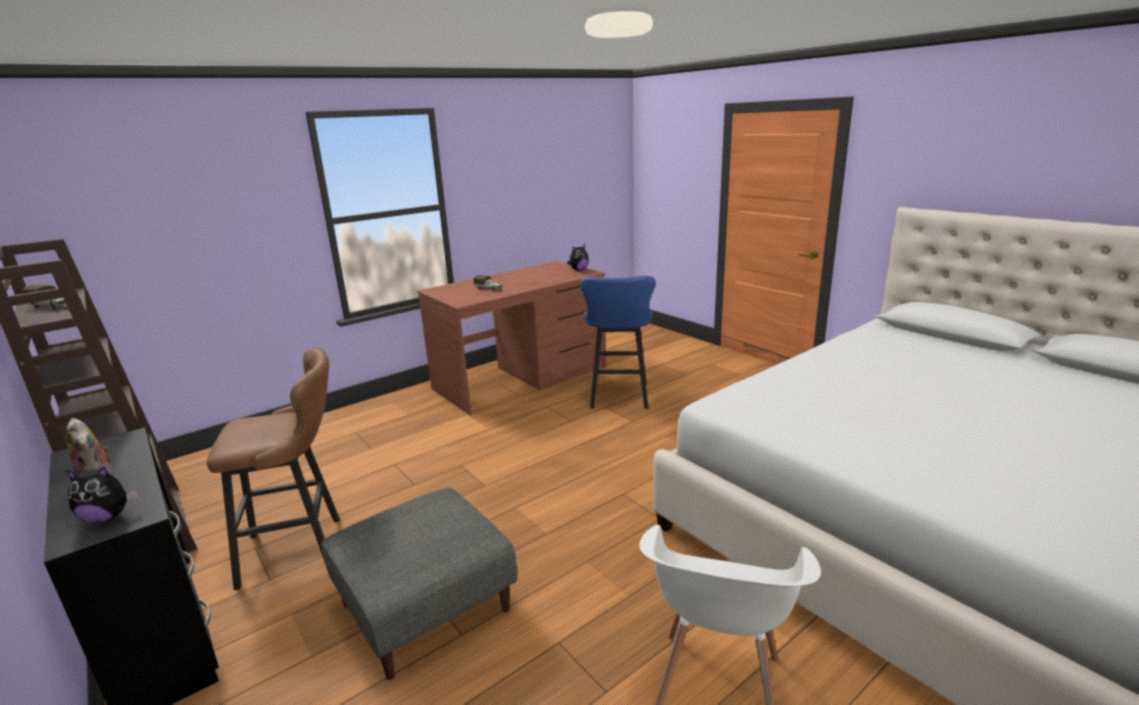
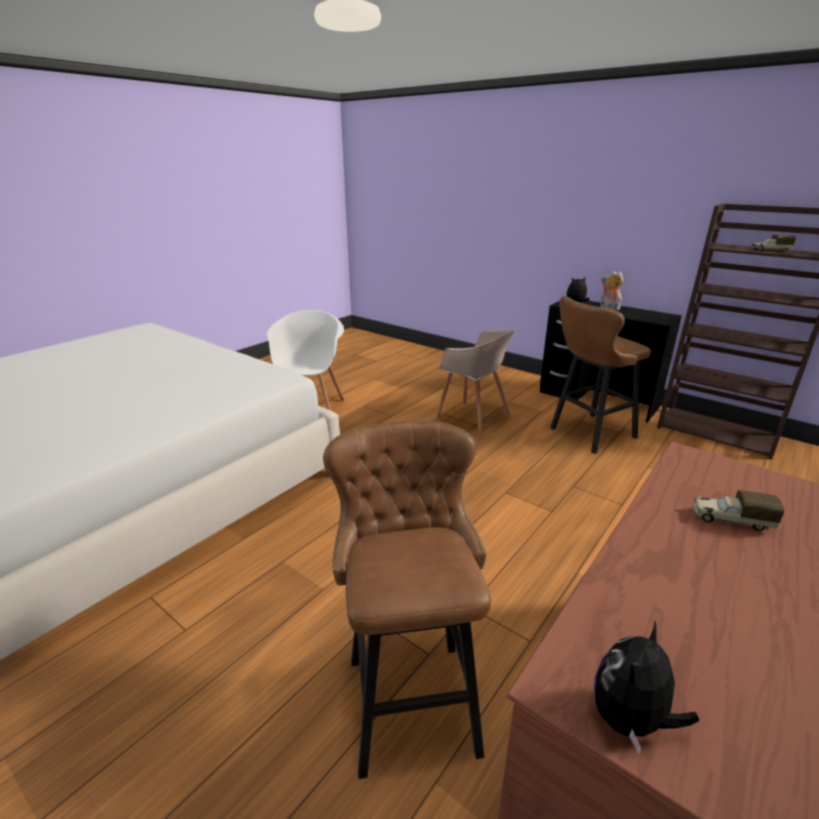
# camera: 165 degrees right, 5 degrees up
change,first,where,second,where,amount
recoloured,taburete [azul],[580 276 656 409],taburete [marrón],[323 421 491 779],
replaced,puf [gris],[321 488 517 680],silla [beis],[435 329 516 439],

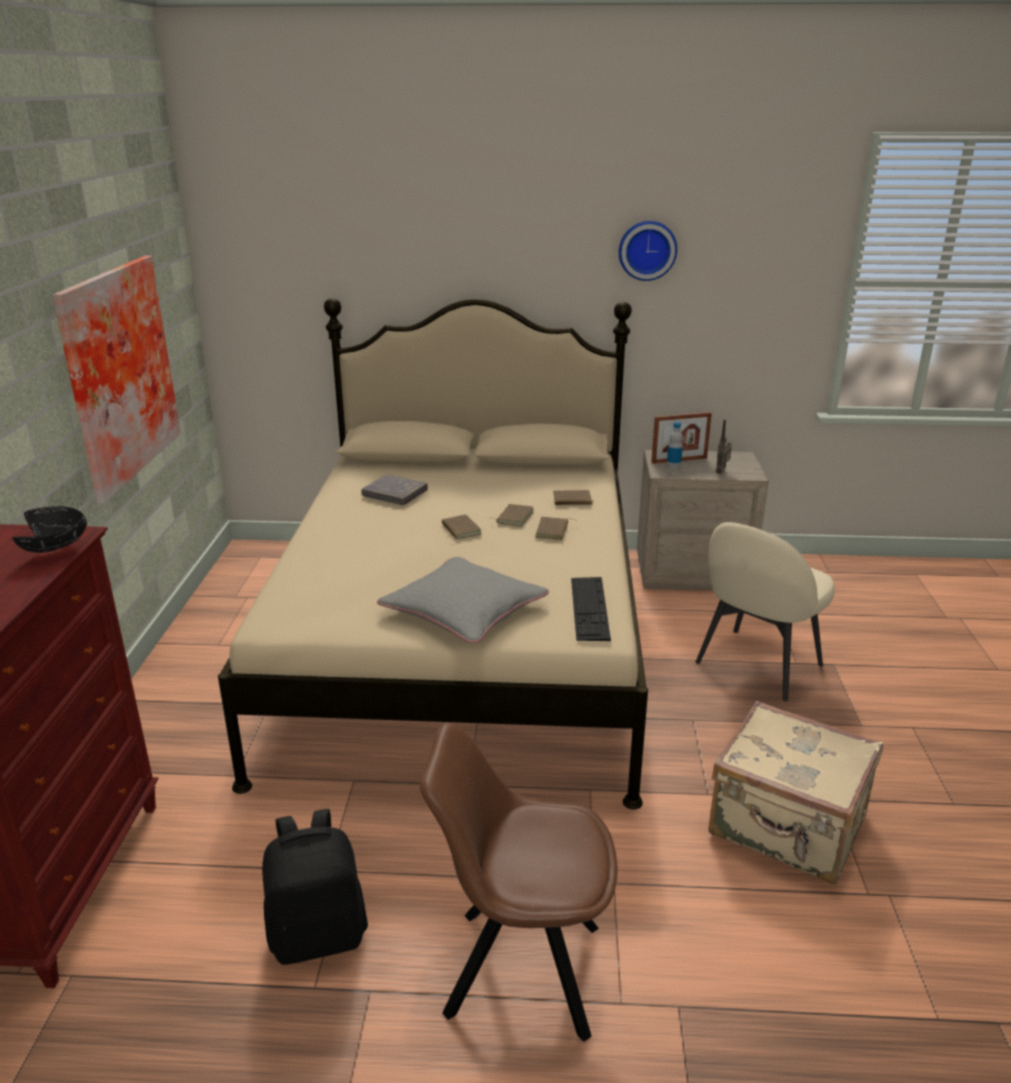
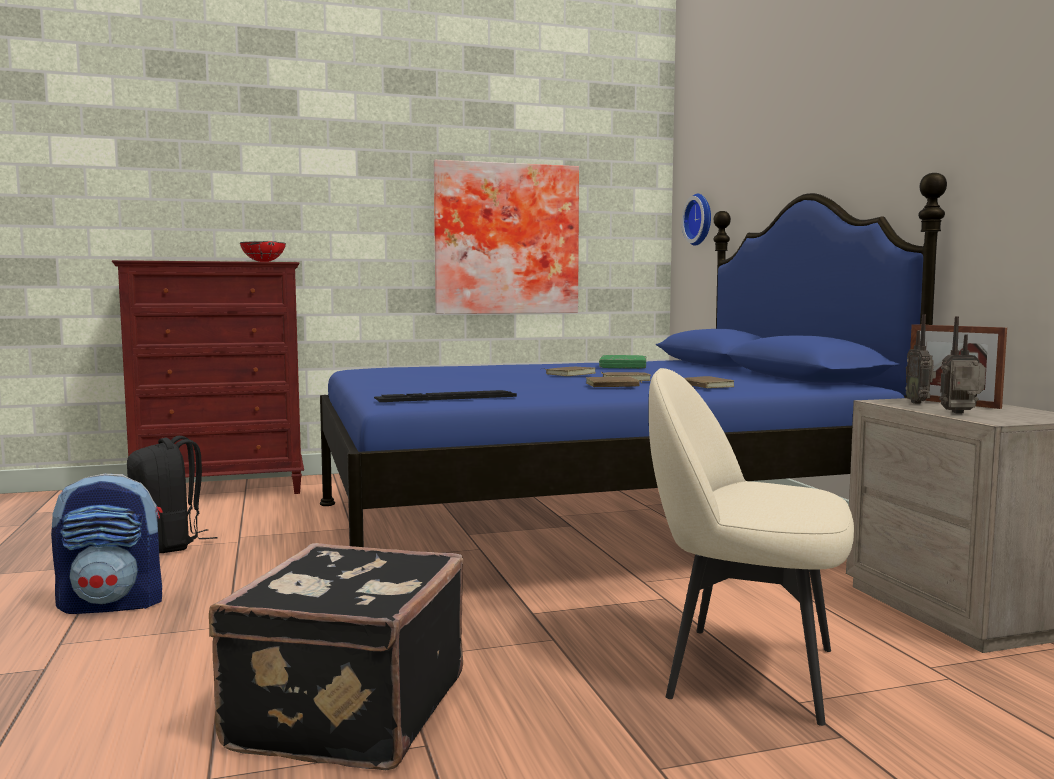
# camera: 70 degrees right, 20 degrees down
change,first,where,second,where,amount
moved,reloj de pared,[619 221 677 281],,[682 194 711 246],
recoloured,cama [beis],[218 298 648 810],cama [azul],[320 173 947 547],
replaced,botella,[667 422 683 470],radio,[905 315 936 404],
recoloured,libro [gris],[361 474 428 505],libro [verde],[599 355 646 369],
recoloured,cuenco [negro],[12 506 87 553],cuenco [rojo],[240 241 286 262],
removed,cojín [gris],[377 557 549 643],,,
recoloured,maleta [beis],[708 701 883 885],maleta [negro],[209 543 463 770],
replaced,silla [marrón],[420 723 617 1042],mochila,[51 474 162 614],

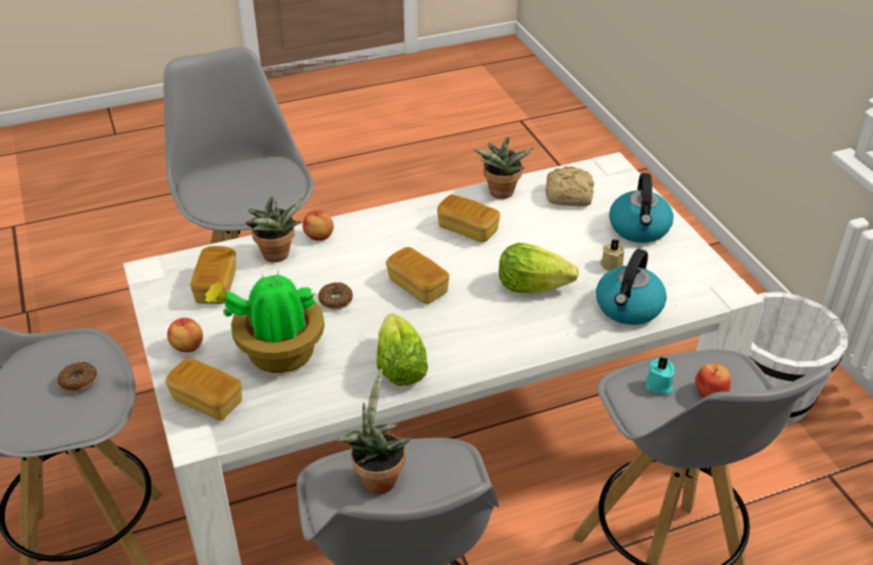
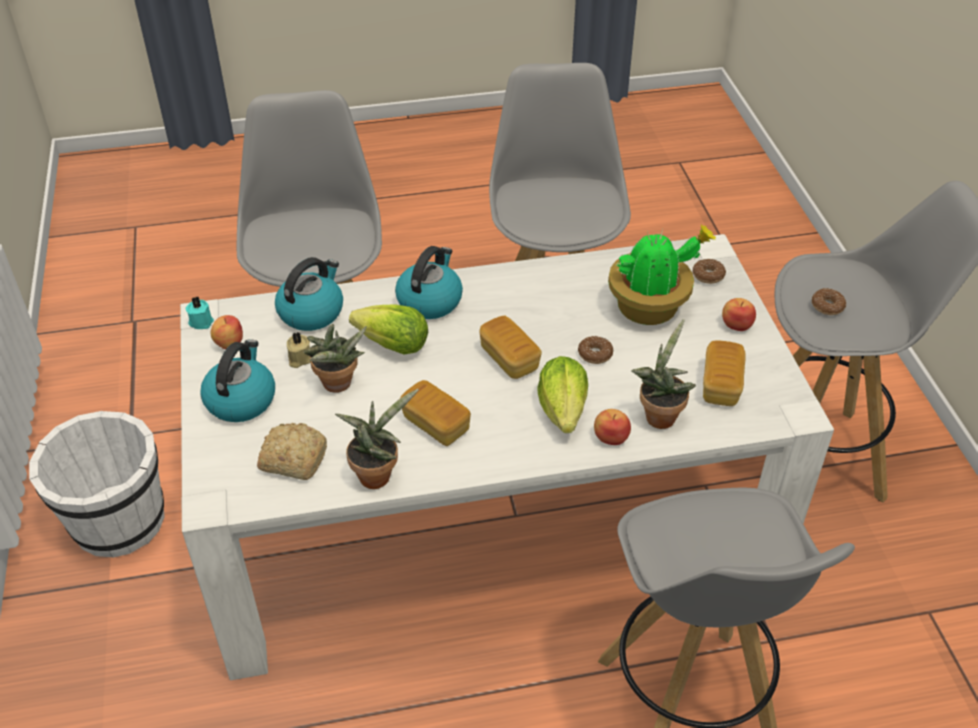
# camera: 170 degrees left, 5 degrees up
change,first,where,second,where,amount
moved,lechuga,[376 314 428 386],,[538 356 588 433],
moved,vela [turquesa],[646 357 674 395],,[185 296 214 329],
replaced,pan,[165 358 242 421],rosquilla,[693 259 726 284],
moved,manzana,[695 363 731 397],,[211 315 243 349],
moved,planta en maceta,[337 368 410 494],,[304 324 367 393],
added,,,hervidor,[395 246 463 319],

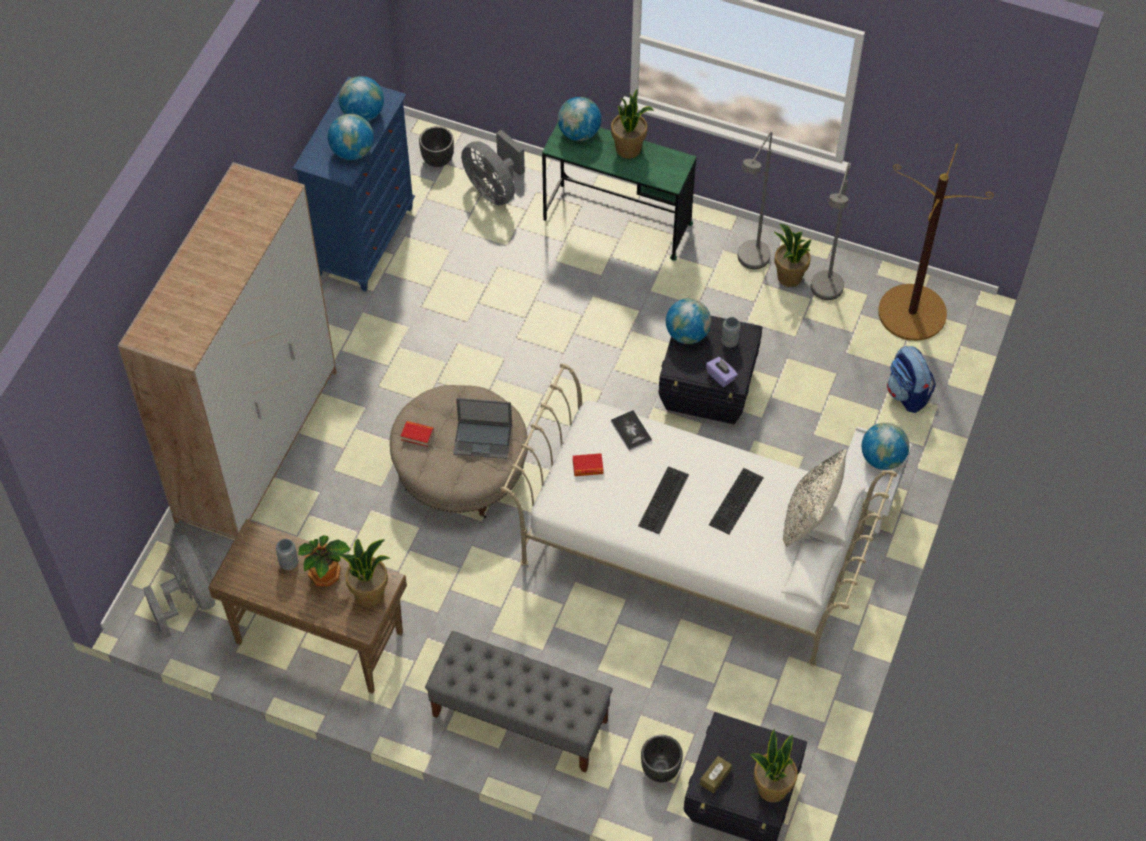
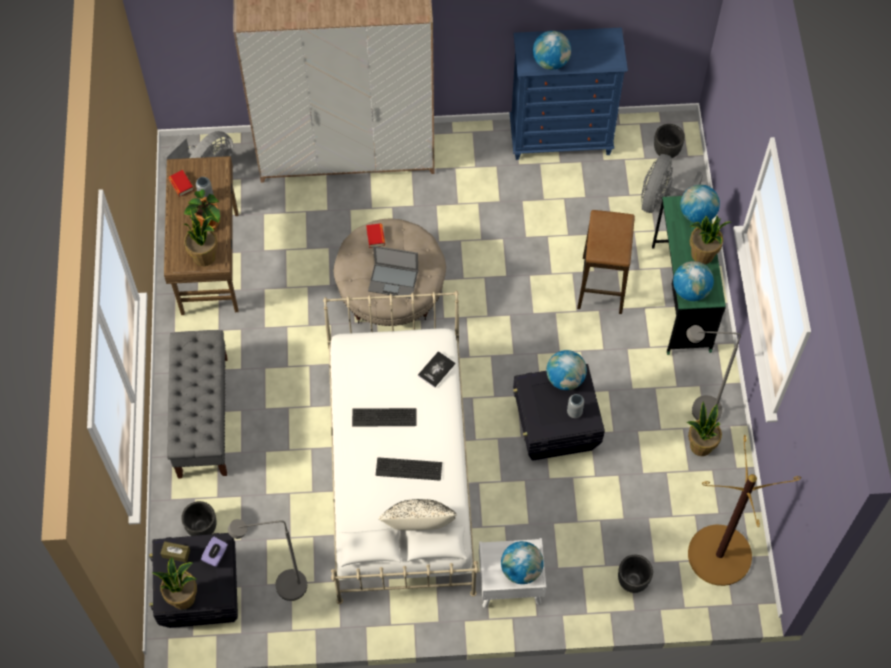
# camera: 65 degrees right, 5 degrees up
change,first,where,second,where,amount
moved,globo terráqueo,[339 76 384 121],,[673 261 714 301],
moved,lámpara de pie [gris],[810 163 850 300],,[228 519 307 601],
replaced,mochila,[887 346 936 413],maceta [negro],[618 555 653 593],
moved,caja de pañuelos [morado],[706 357 738 387],,[201 537 228 567],
turned,portátil,[453 398 512 459],,[368 246 418 299],60 degrees counterclockwise
moved,libro,[573 453 604 476],,[168 170 194 197],
added,,,taburete,[577 210 635 314],

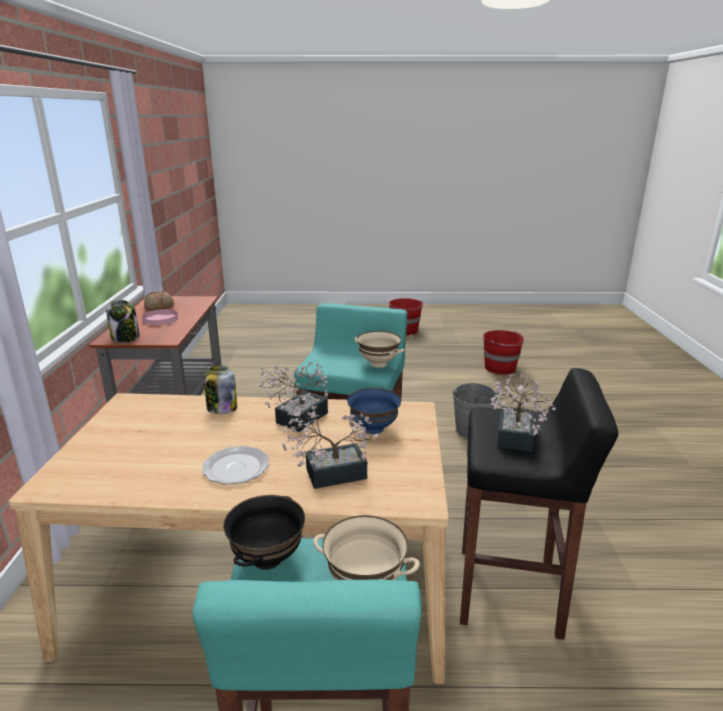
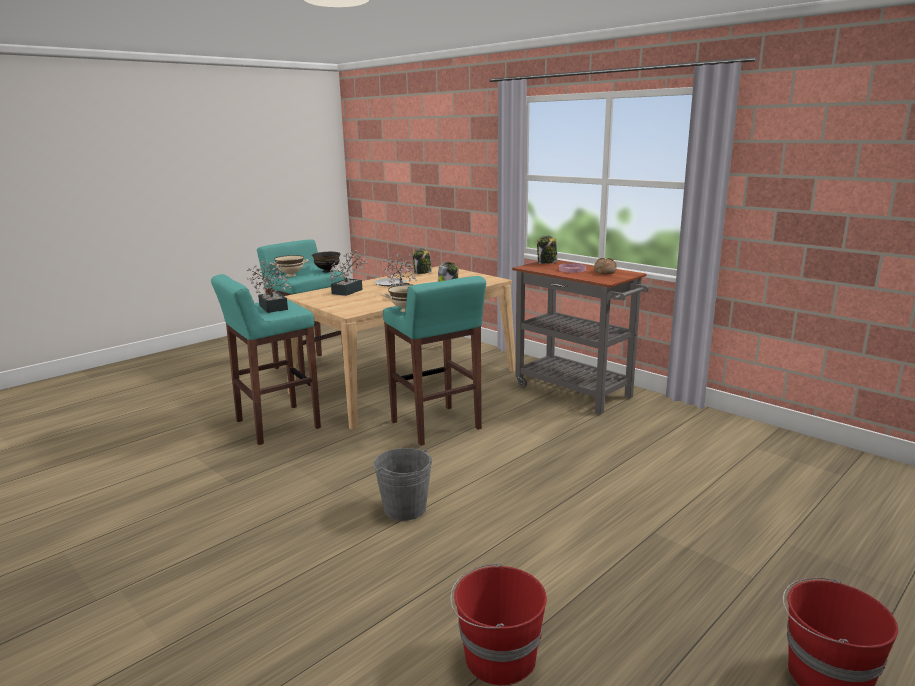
# camera: 135 degrees right, 5 degrees down
change,first,where,second,where,amount
recoloured,taburete [negro],[460 368 619 640],taburete [turquesa],[211 274 321 445],
removed,cuenco [azul],[347 388 401 434],,,
added,,,tarro,[412 248 432 274],

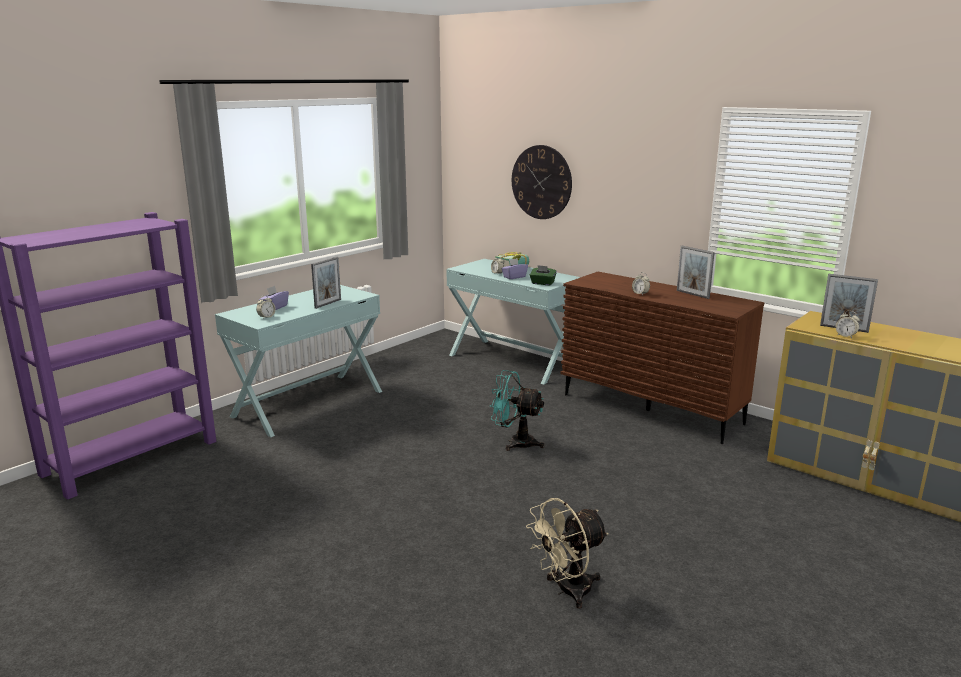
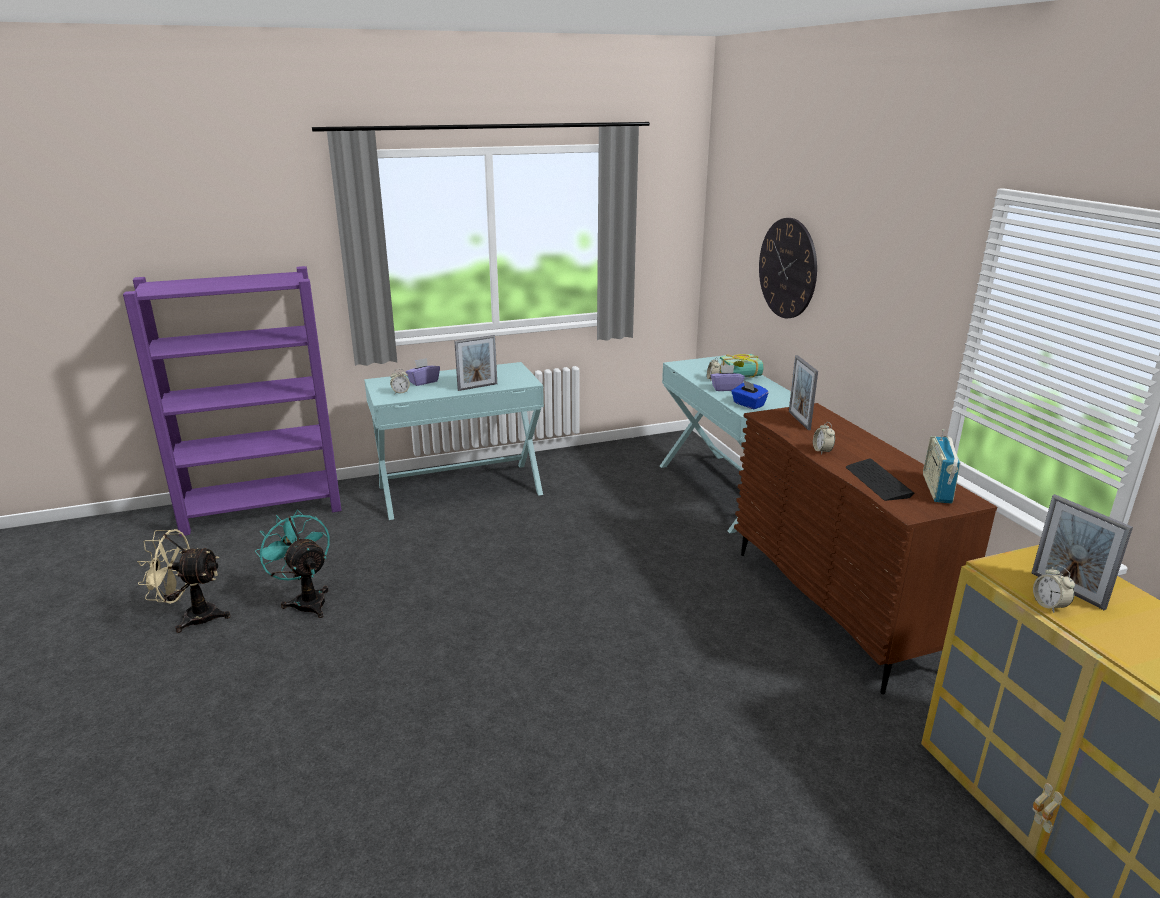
# camera: 30 degrees right, 5 degrees up
change,first,where,second,where,amount
moved,portarretratos,[677 246 715 299],,[789 355 818 430],
recoloured,caja de pañuelos [verde],[530 265 557 285],caja de pañuelos [azul],[731 380 769 409],
moved,ventilador [turquesa],[490 370 544 451],,[255 510 330 618],
moved,ventilador [beis],[526 498 609 609],,[137 529 231 633],
added,,,radio,[923 429 960 504],
added,,,teclado,[846 458 915 501],

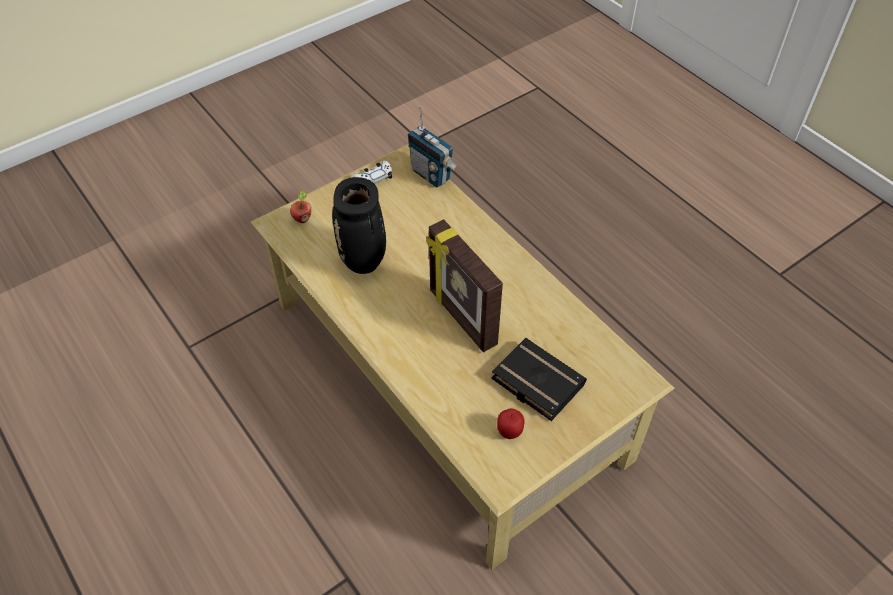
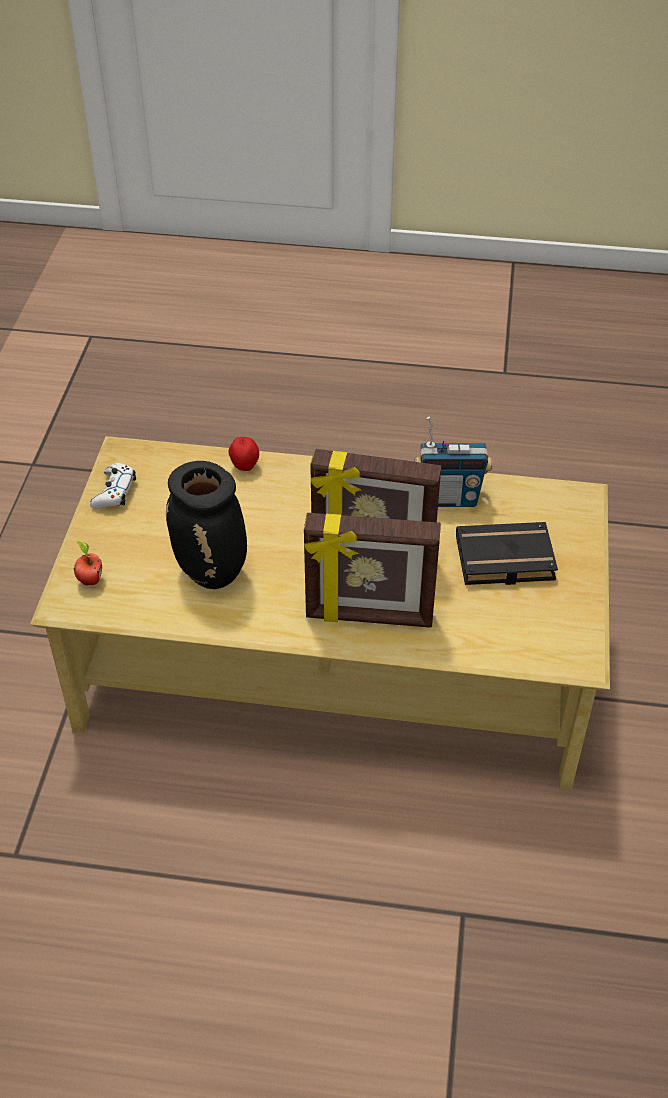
# camera: 45 degrees left, 5 degrees down
change,first,where,second,where,amount
moved,radio,[408 107 457 188],,[414 417 492 507],
moved,manzana,[497 408 524 439],,[228 436 259 471],
added,,,portarretratos,[304 513 441 628],

